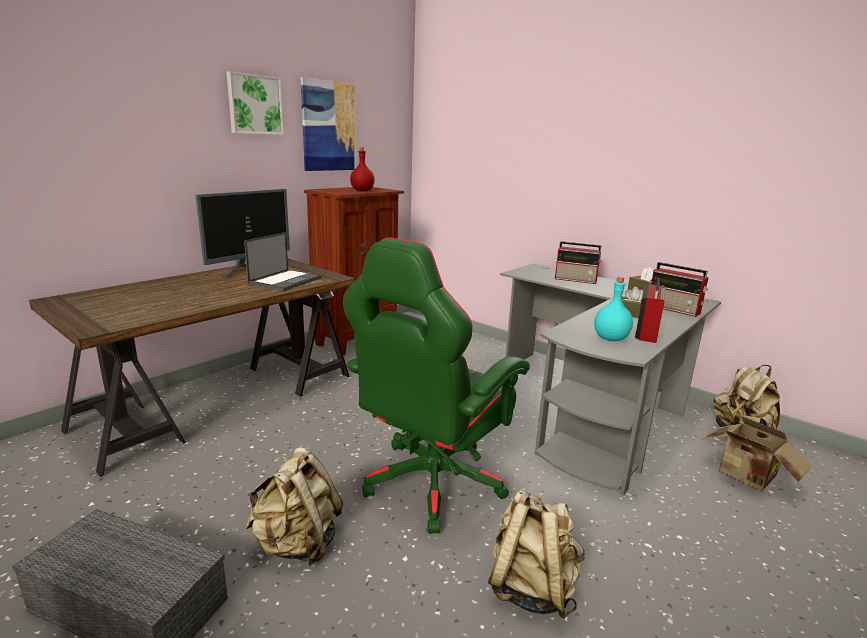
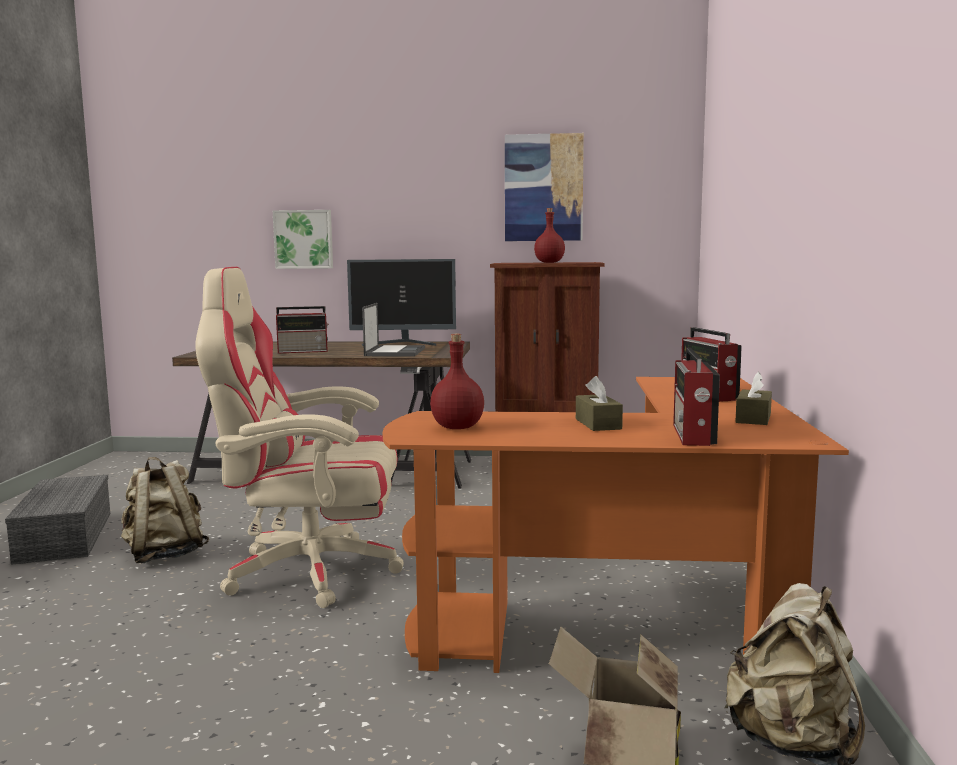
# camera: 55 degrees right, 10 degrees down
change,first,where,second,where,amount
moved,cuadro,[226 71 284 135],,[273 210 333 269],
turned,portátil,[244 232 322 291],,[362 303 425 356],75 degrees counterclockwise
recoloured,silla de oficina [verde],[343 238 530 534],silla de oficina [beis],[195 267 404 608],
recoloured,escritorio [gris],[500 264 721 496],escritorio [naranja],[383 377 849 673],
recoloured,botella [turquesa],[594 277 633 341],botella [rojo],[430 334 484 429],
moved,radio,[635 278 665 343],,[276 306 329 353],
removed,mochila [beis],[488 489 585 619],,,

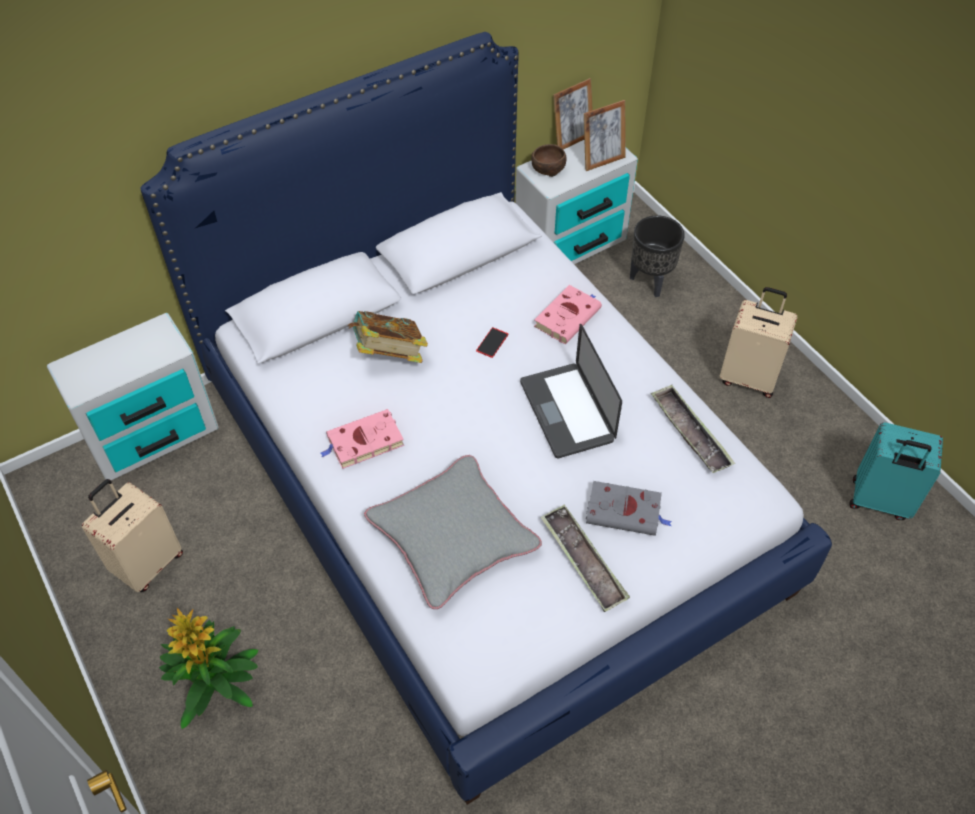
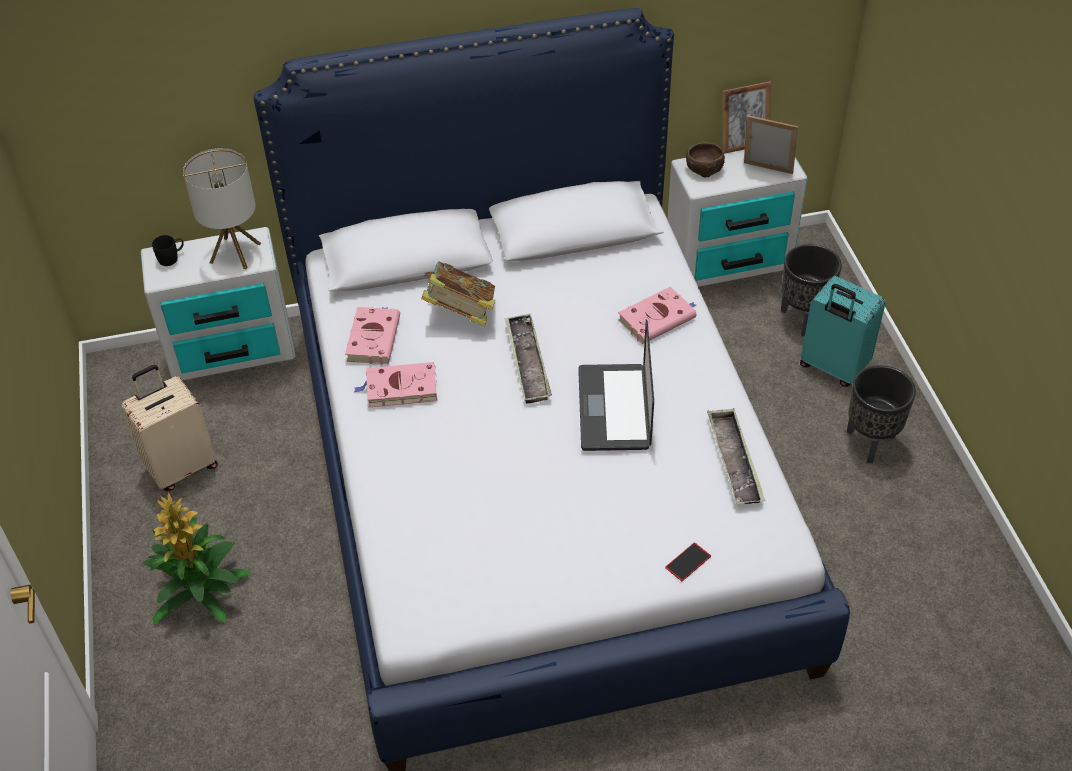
# camera: 20 degrees right, 5 degrees down
change,first,where,second,where,amount
turned,portarretratos,[584 100 625 171],,[744 115 798 174],150 degrees counterclockwise
replaced,maleta [beis],[720 287 797 398],maceta [negro],[847 365 916 464],
moved,móvil,[476 327 508 358],,[665 542 711 581],
moved,maleta [turquesa],[849 422 943 520],,[800 276 886 387],
removed,cojín [gris],[364 455 542 609],,,
removed,libro [gris],[586 481 672 536],,,
moved,bandeja,[540 505 630 612],,[505 314 552 404],
added,,,lámpara de mesa,[183 148 261 269],
added,,,taza grande [negro],[152 235 184 266],
added,,,libro [rosa],[345 307 400 365],

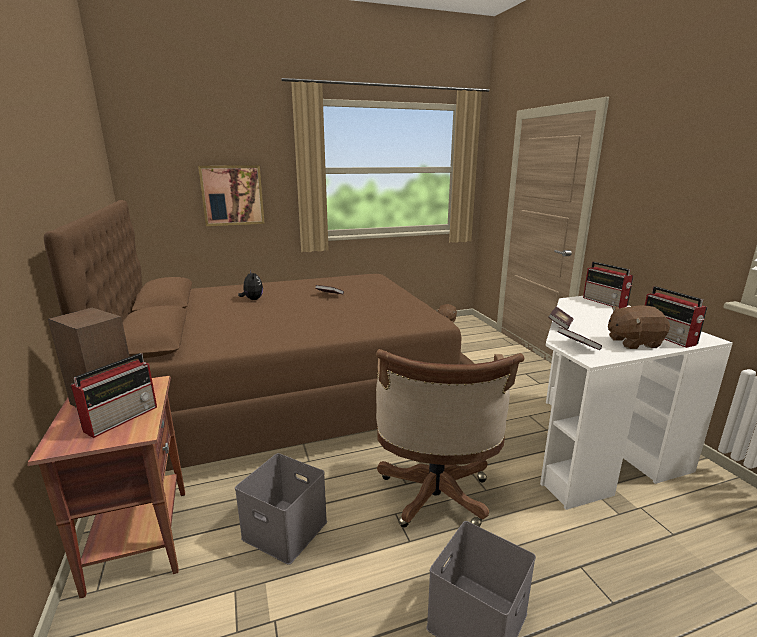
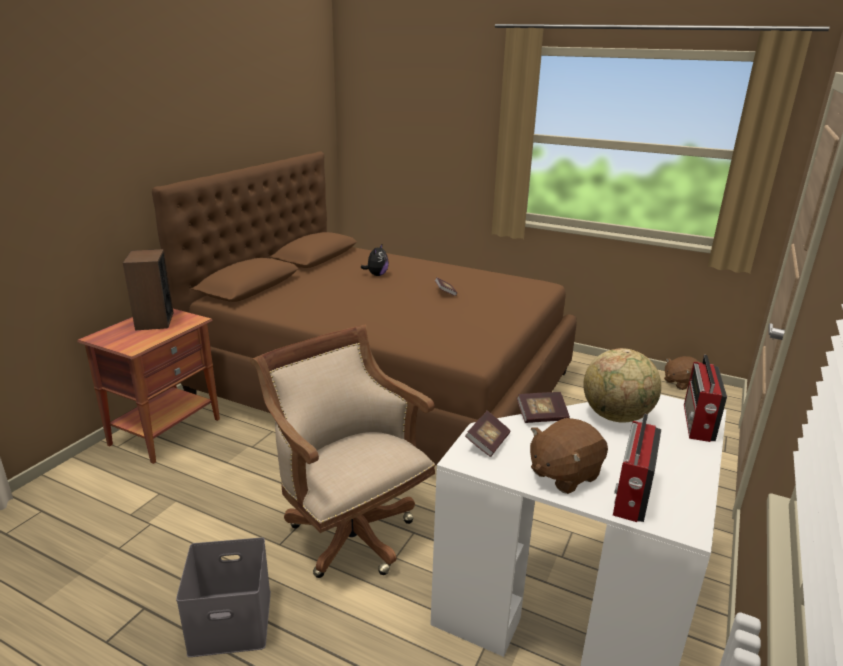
# camera: 45 degrees right, 5 degrees up
change,first,where,second,where,amount
removed,cuadro,[198 165 265 226],,,
turned,peluche [marrón],[608 305 670 349],,[530 418 608 494],75 degrees counterclockwise
turned,silla de oficina,[376 349 524 527],,[250 324 435 578],90 degrees clockwise
removed,radio,[71 353 157 438],,,
removed,caja de almacenaje [gris],[235 453 327 565],,,
added,,,globo terráqueo,[583 348 661 423],

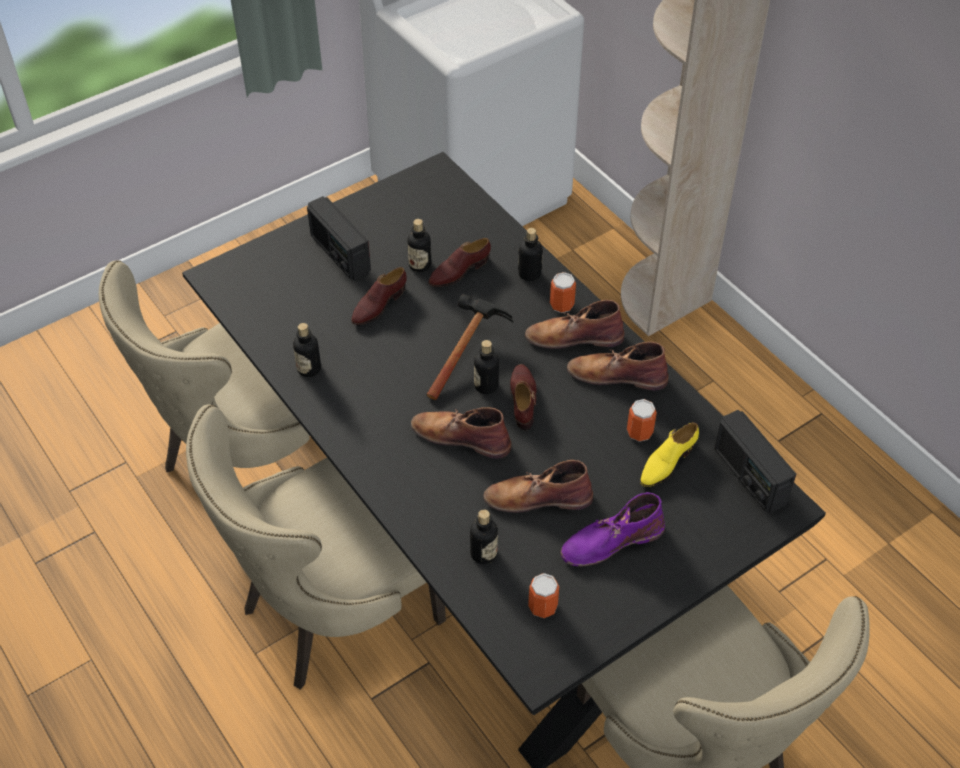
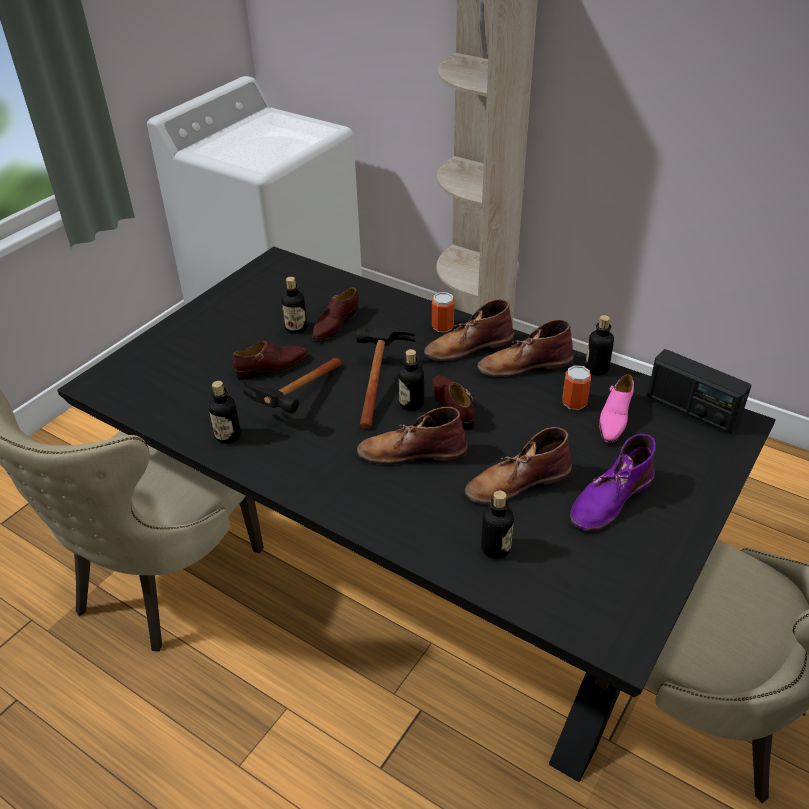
# camera: 20 degrees left, 10 degrees down
change,first,where,second,where,amount
removed,radio,[307 196 371 281],,,
moved,botella,[518 228 543 281],,[585 315 614 375],
turned,zapato [marrón],[351 267 407 325],,[233 340 308 380],135 degrees counterclockwise
removed,silla [beis],[186 404 446 690],,,
recoloured,zapato [amarillo],[640 423 699 487],zapato [rosa],[599 374 634 443],
removed,lata,[528 573 559 618],,,
added,,,martillo,[243 358 341 413],

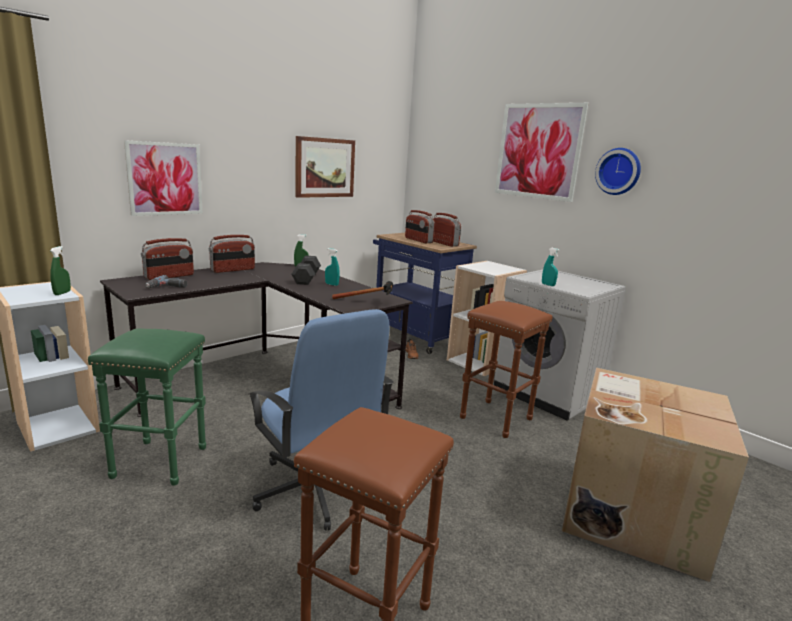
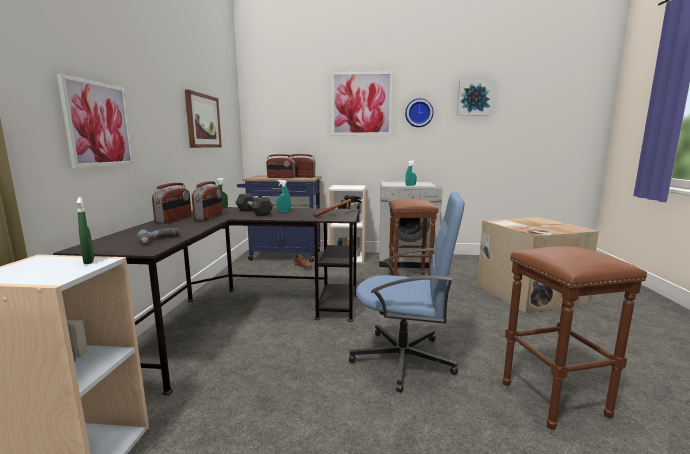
# camera: 40 degrees left, 5 degrees down
change,first,where,second,where,amount
moved,radio,[141 238 194 280],,[192 181 222 221],
removed,taburete [verde],[88 328 206 486],,,
added,,,cuadro,[457 80 495 116],

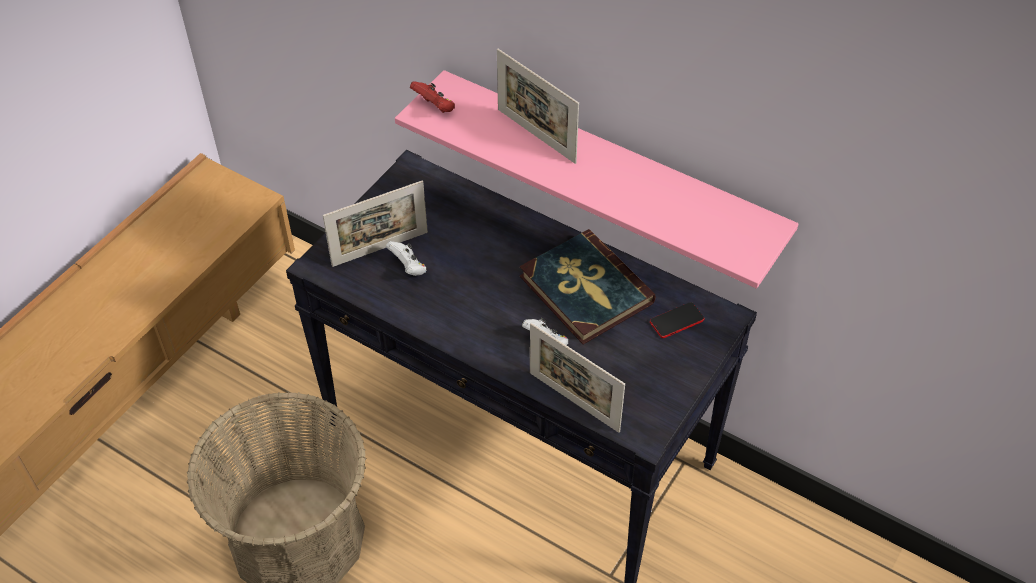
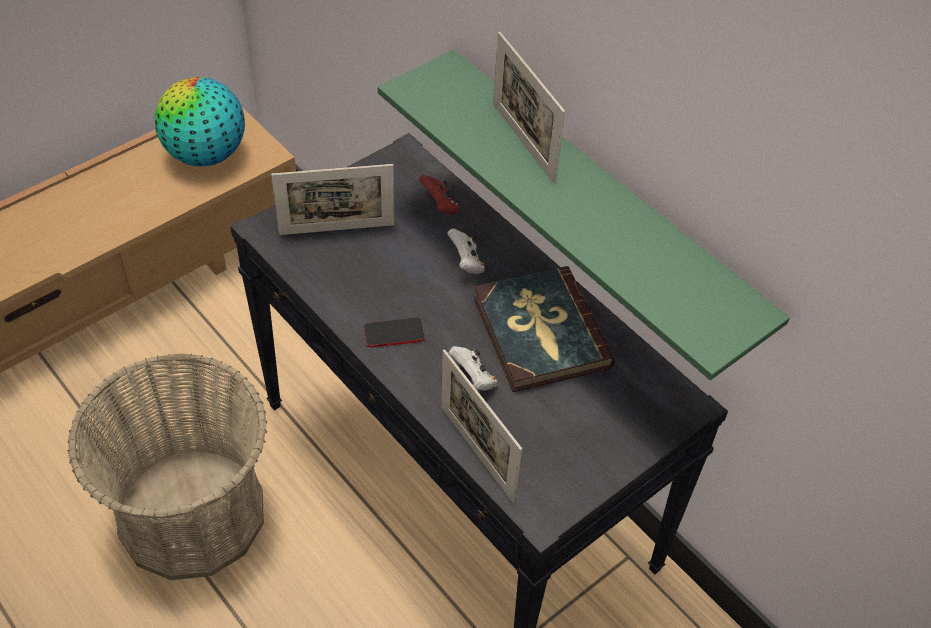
# camera: 15 degrees right, 0 degrees up
change,first,where,second,where,amount
recoloured,estante [rosa],[395 70 798 289],estante [verde],[378 50 790 380],
moved,mando de consola [rojo],[410 81 455 113],,[419 175 460 215],
moved,mando de consola [blanco],[386 241 426 276],,[447 228 485 274],
moved,móvil,[650 302 704 338],,[364 317 425 347],
added,,,globo terráqueo,[155 77 245 167],

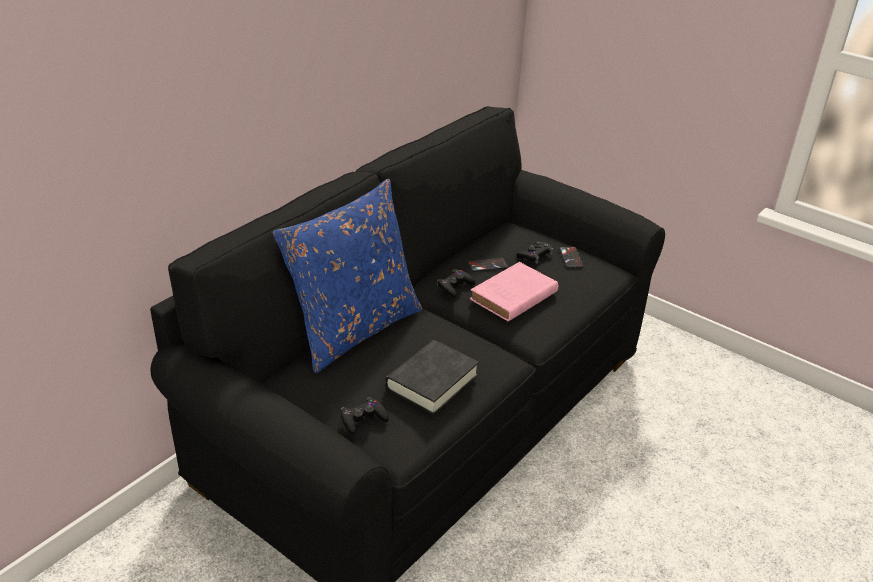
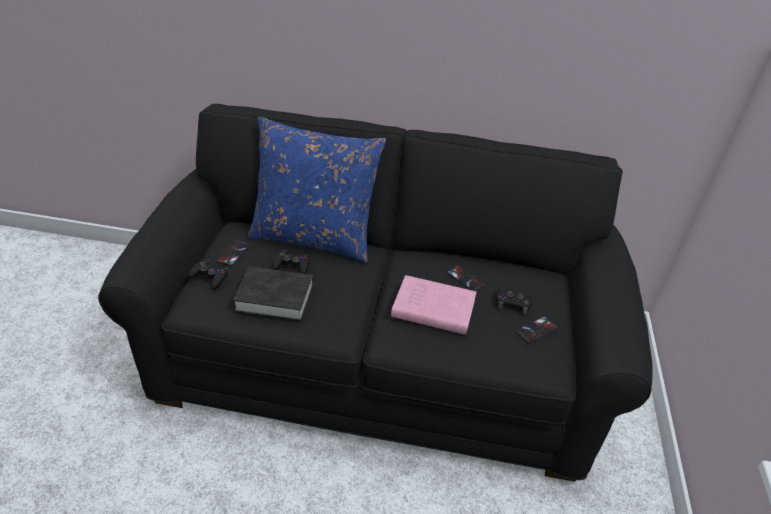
# camera: 60 degrees right, 5 degrees up
change,first,where,second,where,amount
moved,mando de consola [negro],[437 269 475 298],,[273 250 309 274],
added,,,móvil,[217 240 250 266],

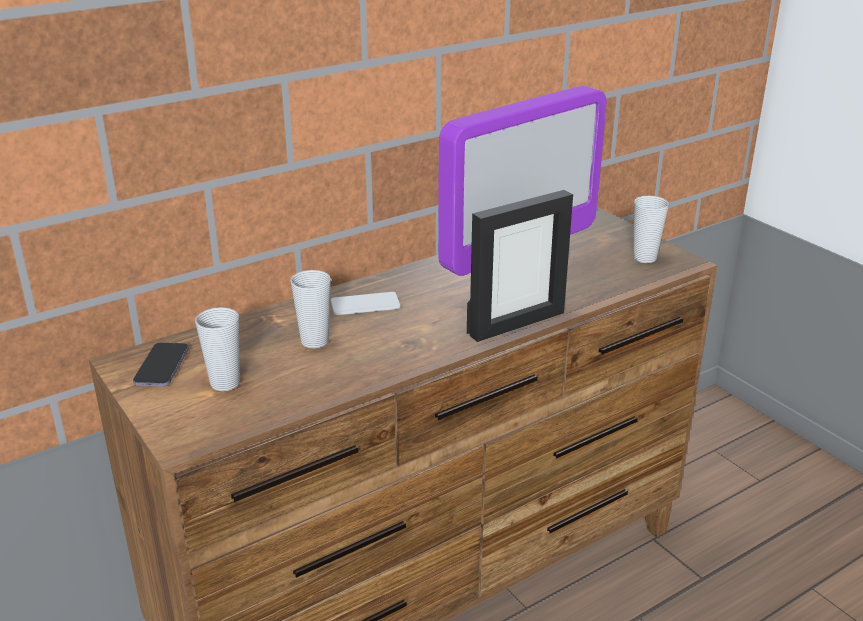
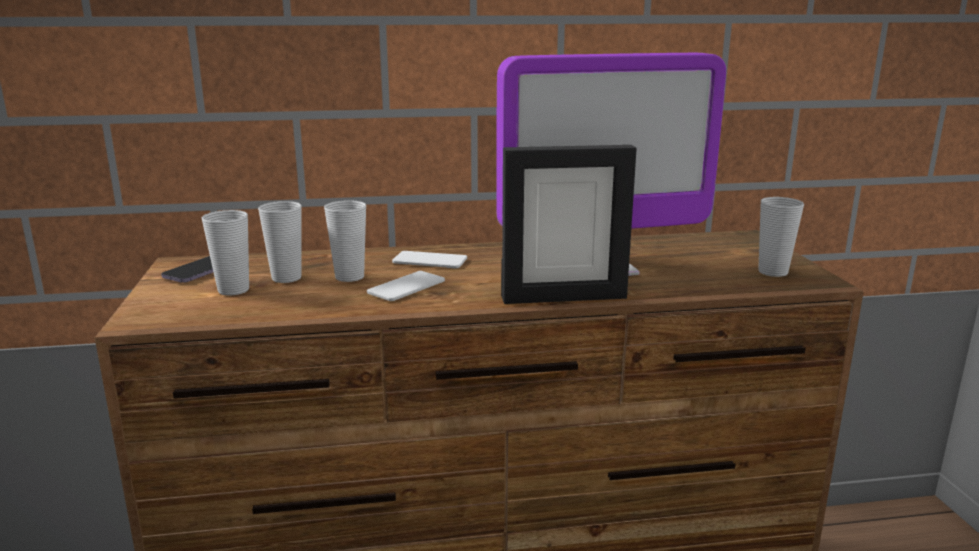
# camera: 25 degrees right, 10 degrees down
change,first,where,second,where,amount
added,,,taza,[258 201 302 283],
added,,,móvil,[367 271 445 301],

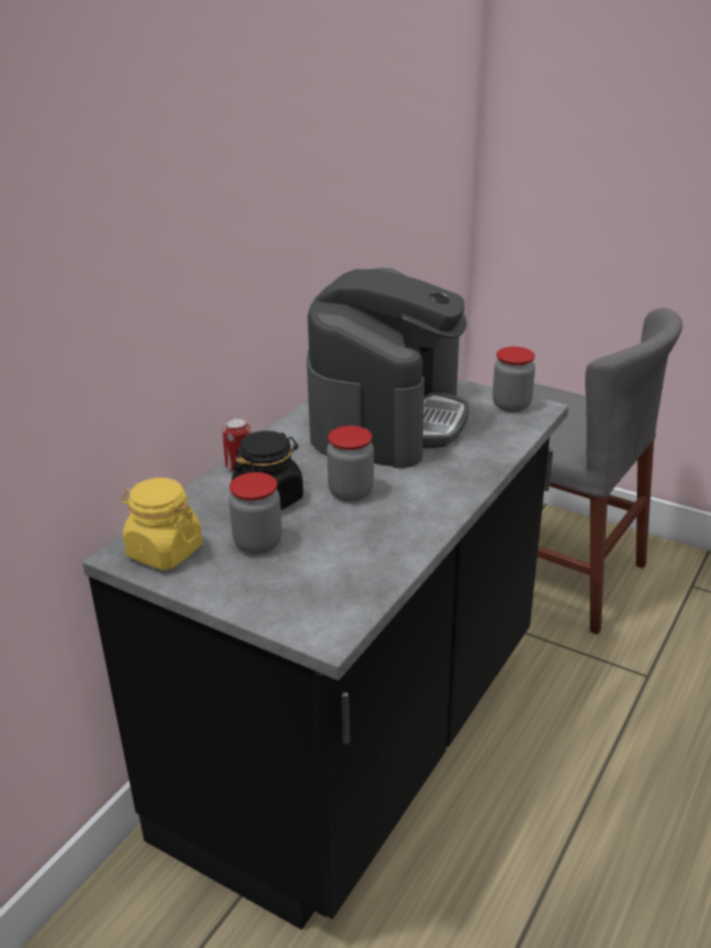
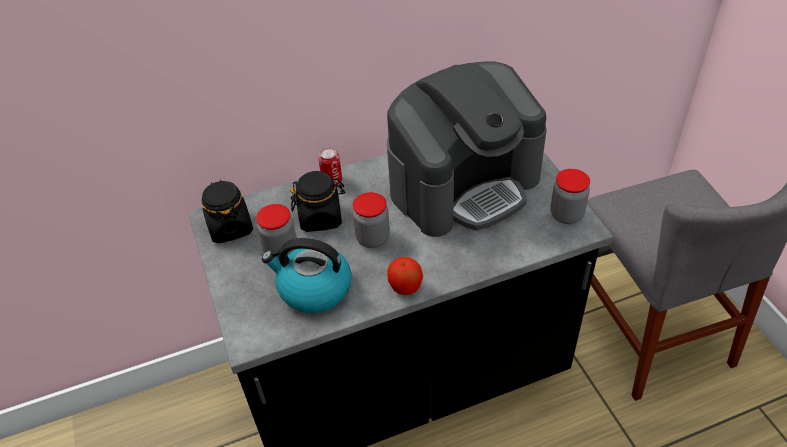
# camera: 40 degrees right, 15 degrees up
change,first,where,second,where,amount
recoloured,tarro [amarillo],[122 478 202 570],tarro [negro],[202 180 253 244],
added,,,hervidor,[262 238 352 313],
added,,,manzana,[387 257 423 295],

